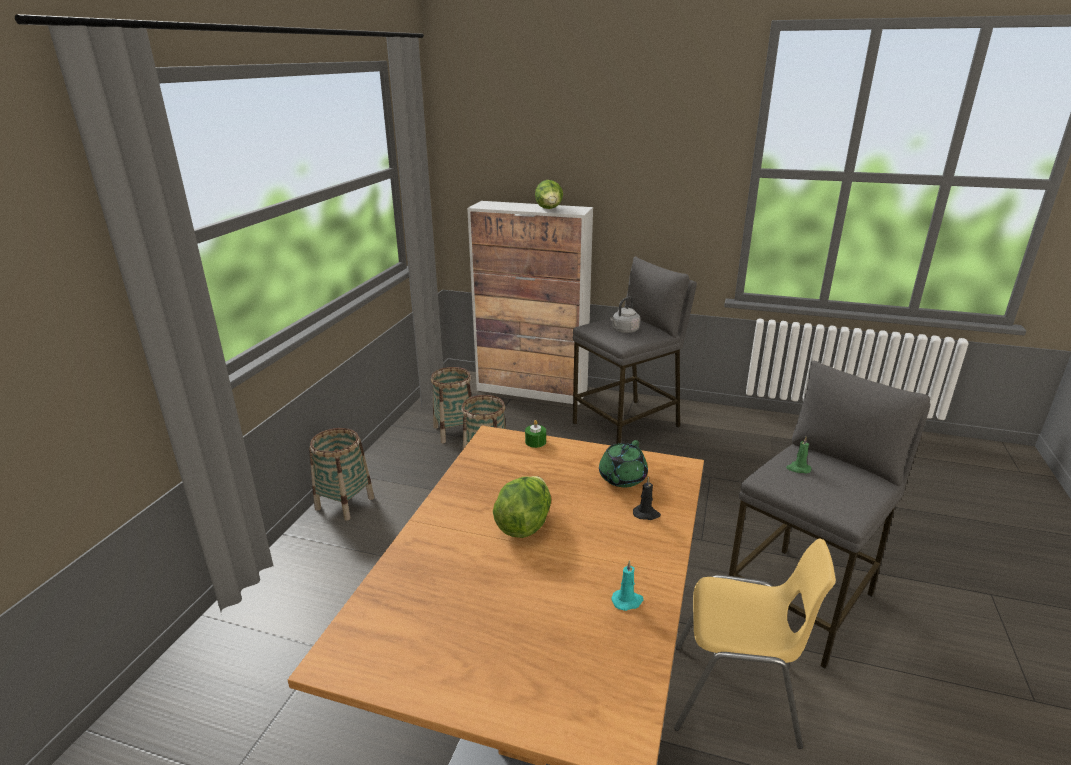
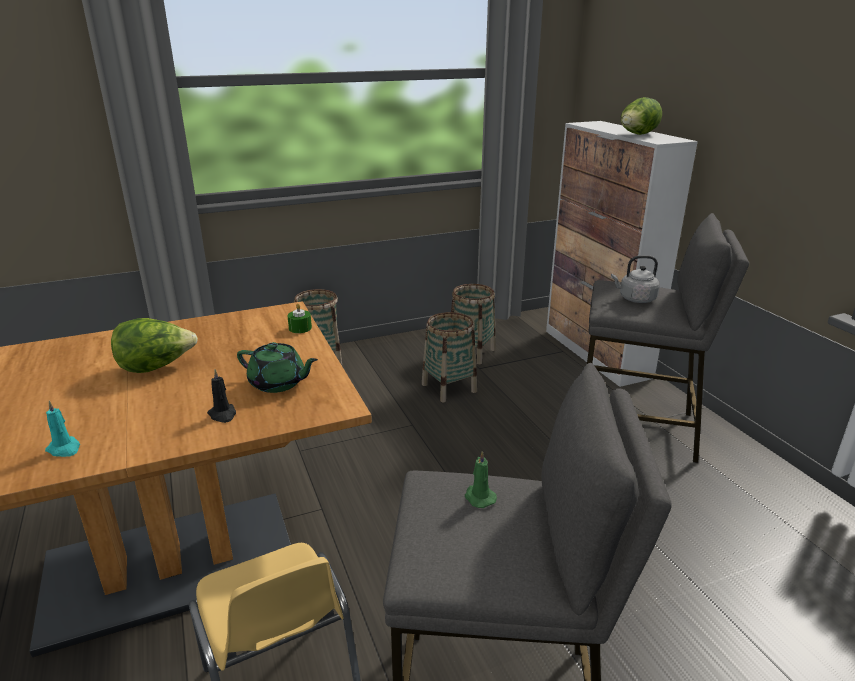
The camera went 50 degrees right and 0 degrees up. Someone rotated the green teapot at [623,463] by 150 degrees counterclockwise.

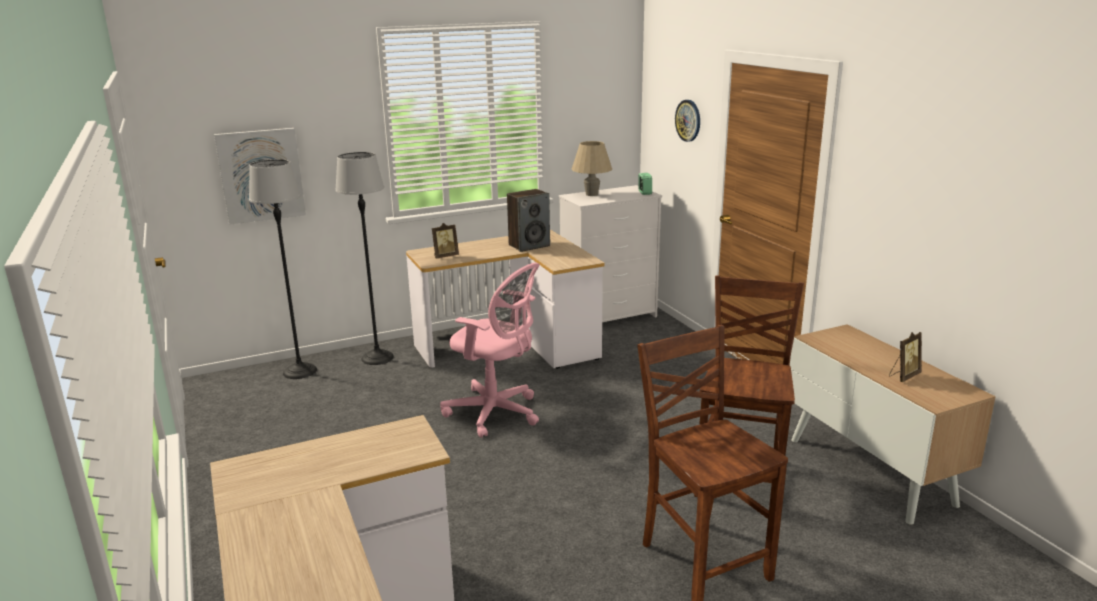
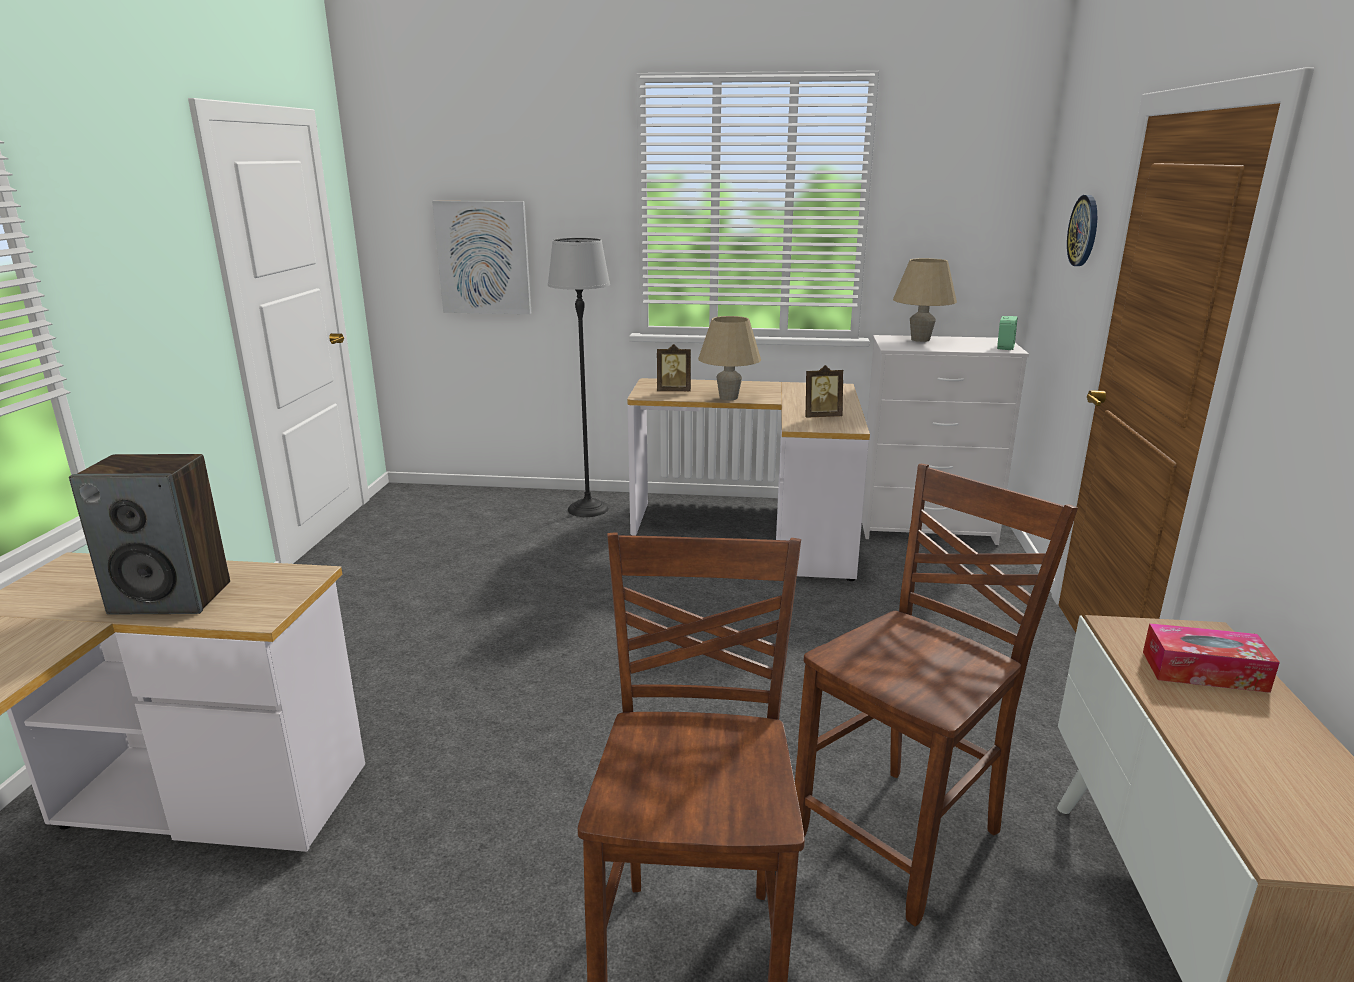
The camera went 30 degrees right and 0 degrees up. Someone took away the floor lamp at [283,269]. Someone took away the pink office chair at [490,350]. Someone carried the speaker from [528,220] to [149,534]. Someone carried the picture frame from [905,357] to [824,391]. Someone put down the beige table lamp at [729,358]. Someone put down the tissue box at [1211,658].

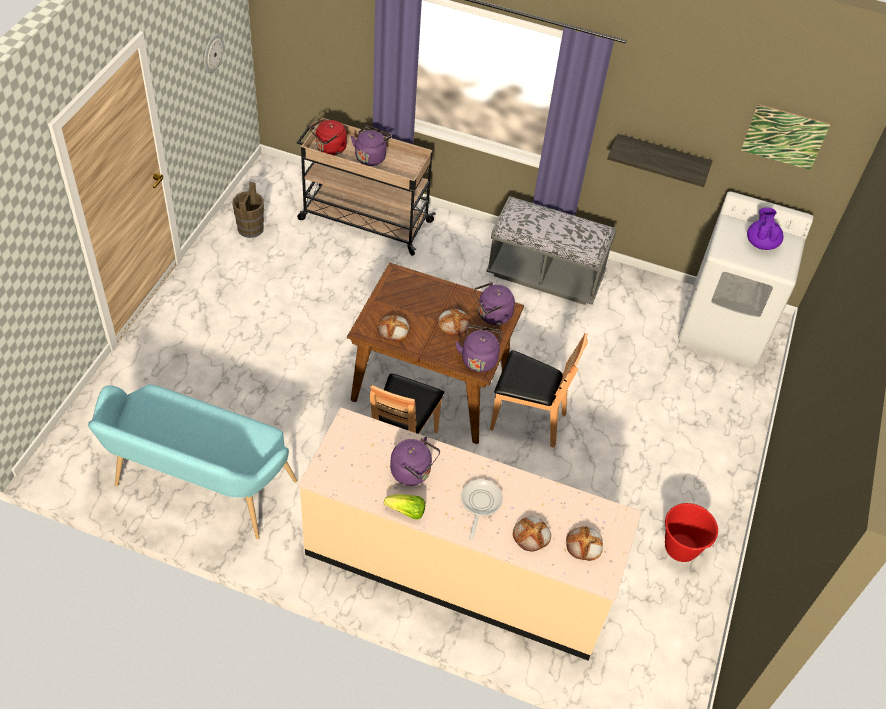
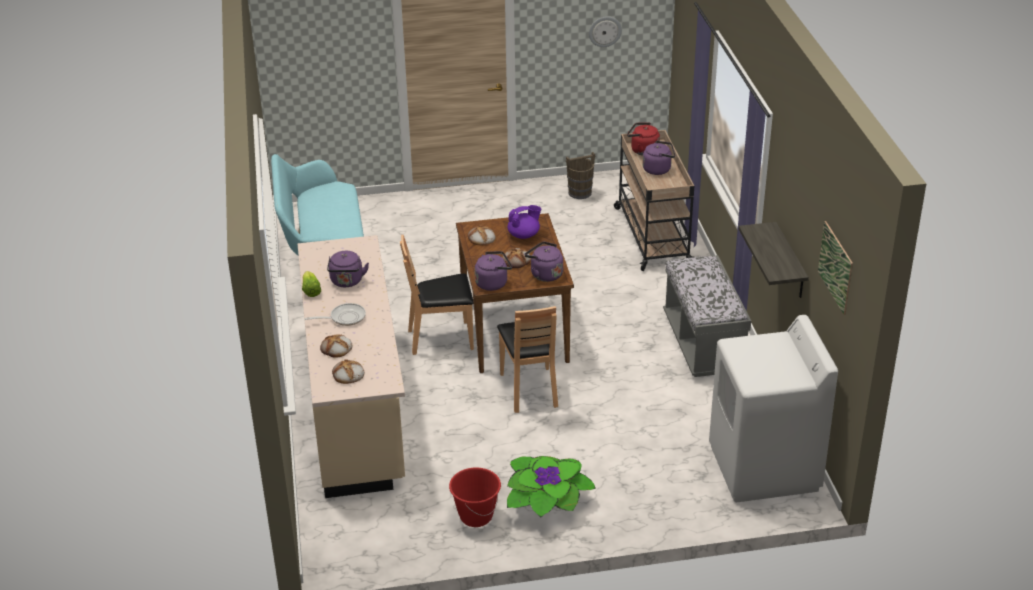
The camera went 65 degrees right and 15 degrees down. Someone carried the purple teapot from [765,229] to [524,222]. Someone put down the potted plant at [551,486].

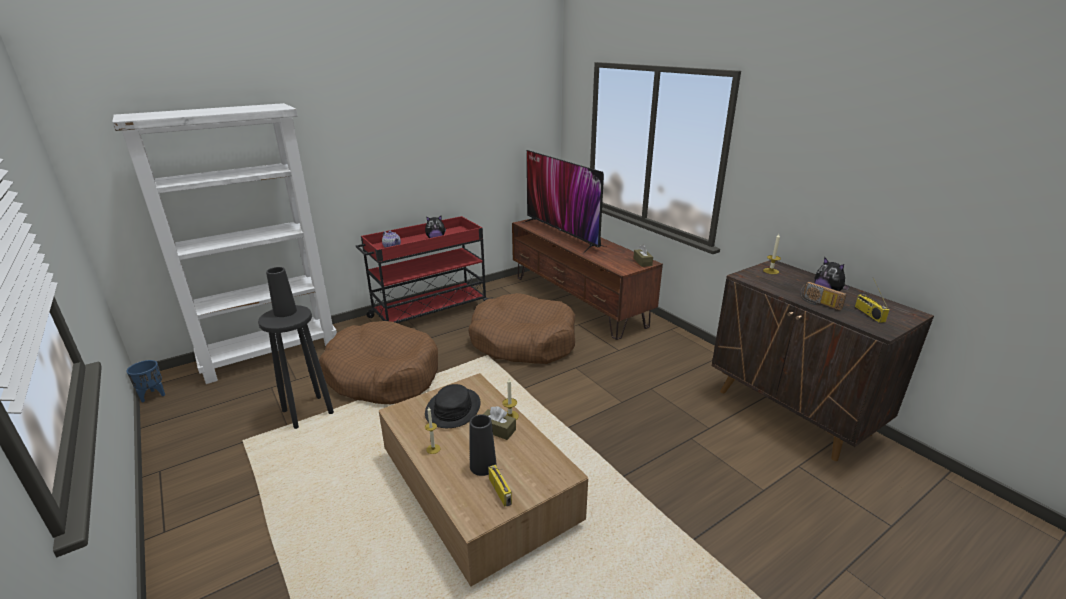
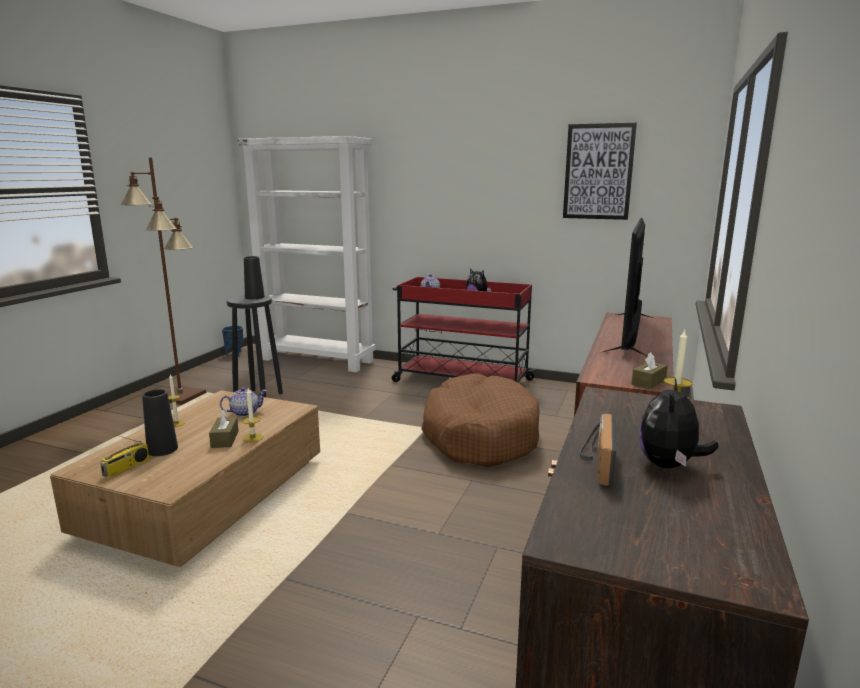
The camera went 55 degrees right and 10 degrees down. Someone took away the brown dog bed at [378,362]. Someone swapped the black hat at [452,406] for the teapot at [243,402]. Someone took away the radio at [872,300]. Someone put down the brown floor lamp at [163,281]. Someone put up the picture at [600,171].

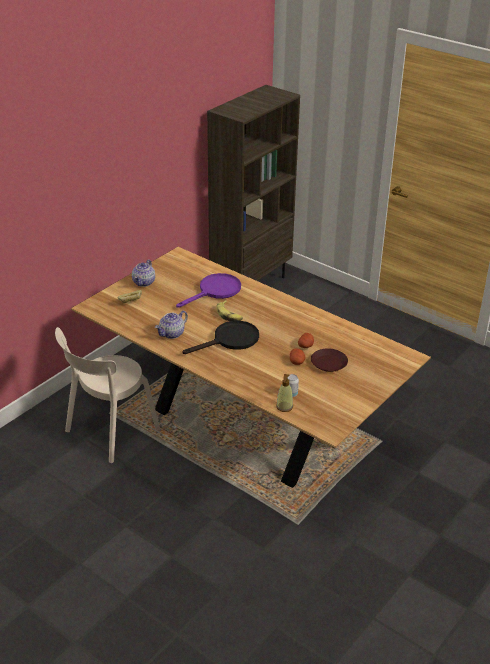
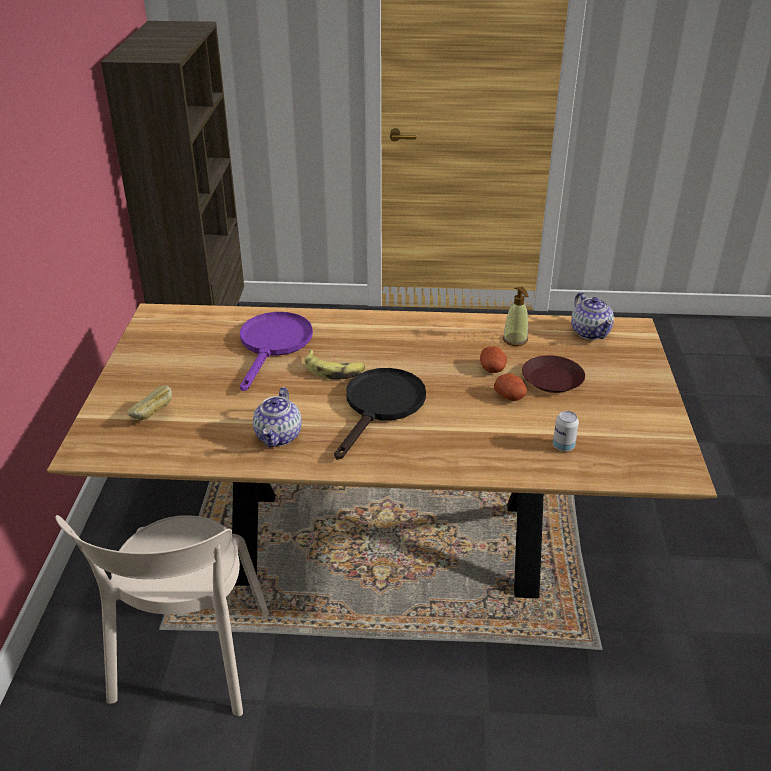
The camera went 35 degrees left and 0 degrees up. Someone carried the teapot from [143,273] to [592,316]. Someone carried the soap dispenser from [284,393] to [515,316].

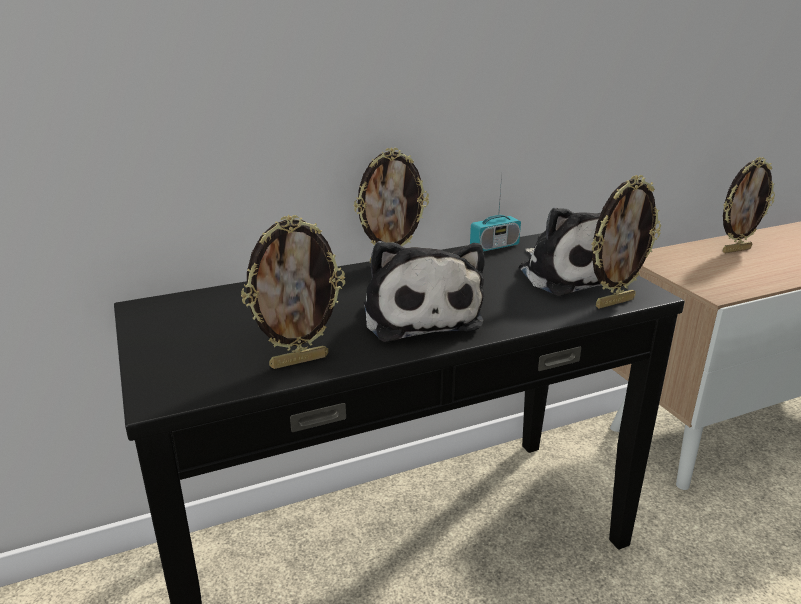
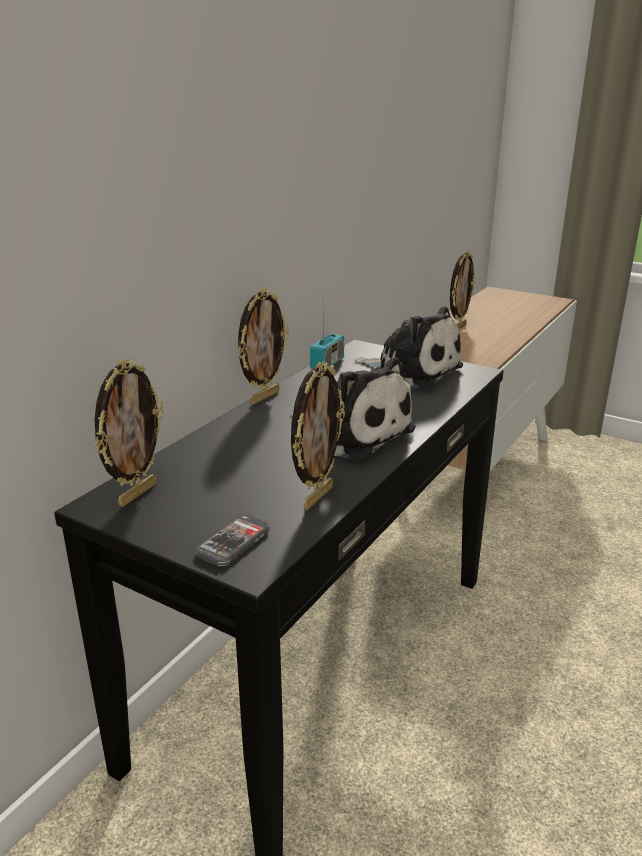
The camera went 35 degrees left and 0 degrees up. Someone carried the picture frame from [626,242] to [129,433]. Someone put down the phone at [232,540].

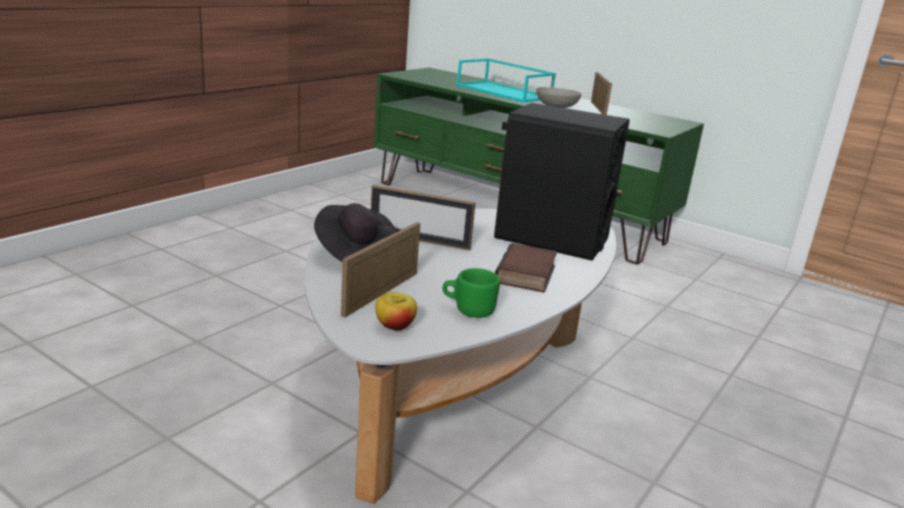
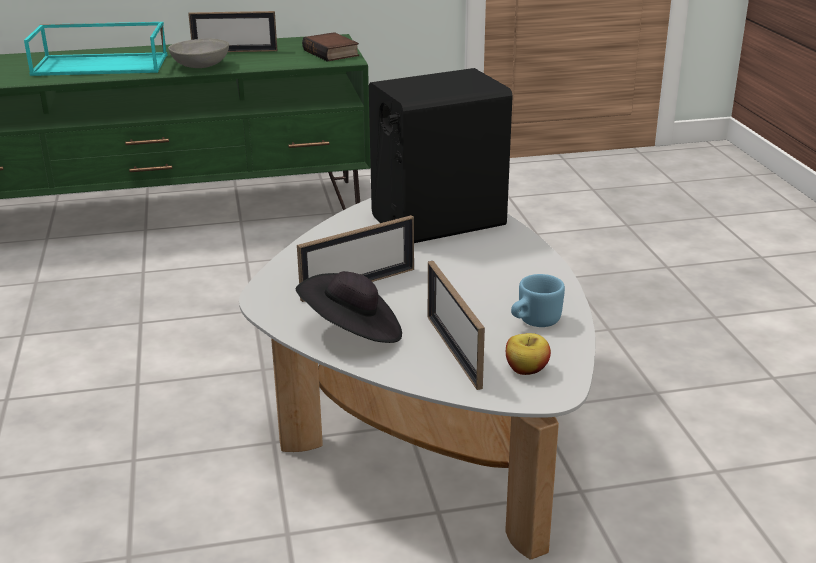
The camera went 45 degrees left and 5 degrees up. Someone repainted the green mug at [471,293], which became the blue mug at [538,300]. Someone carried the book from [526,268] to [330,46]. Someone rotated the picture frame at [601,93] by 135 degrees clockwise.

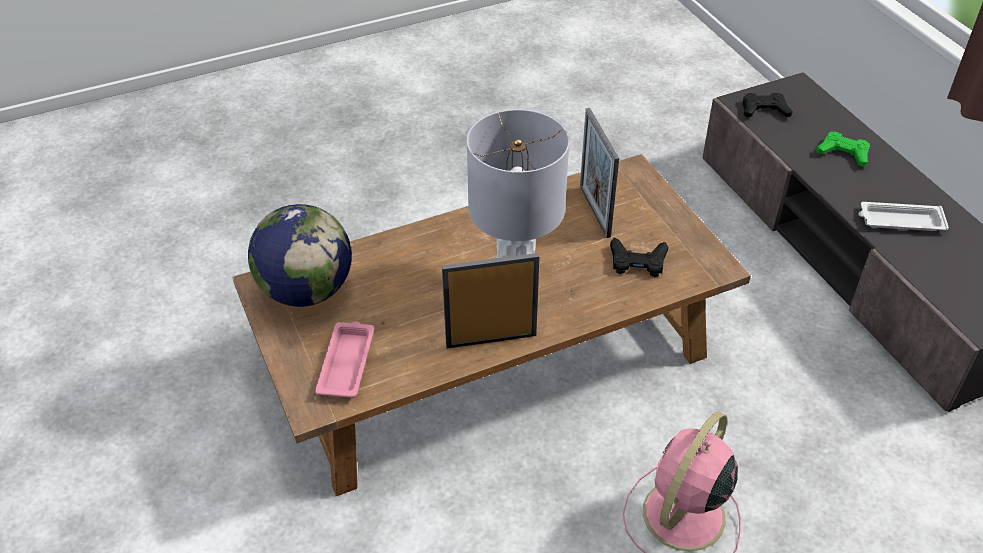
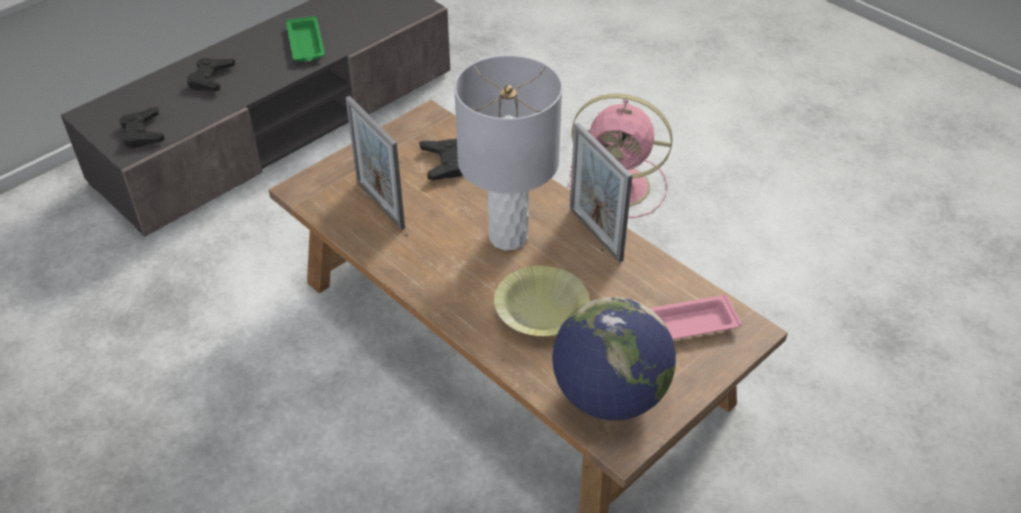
The camera went 110 degrees left and 0 degrees up. Someone rotated the picture frame at [599,173] by 90 degrees clockwise. Someone repainted the green game controller at [843,149], which became the black game controller at [210,74]. Someone repainted the white tray at [903,216], which became the green tray at [305,38]. Someone put down the yellow bowl at [542,301].

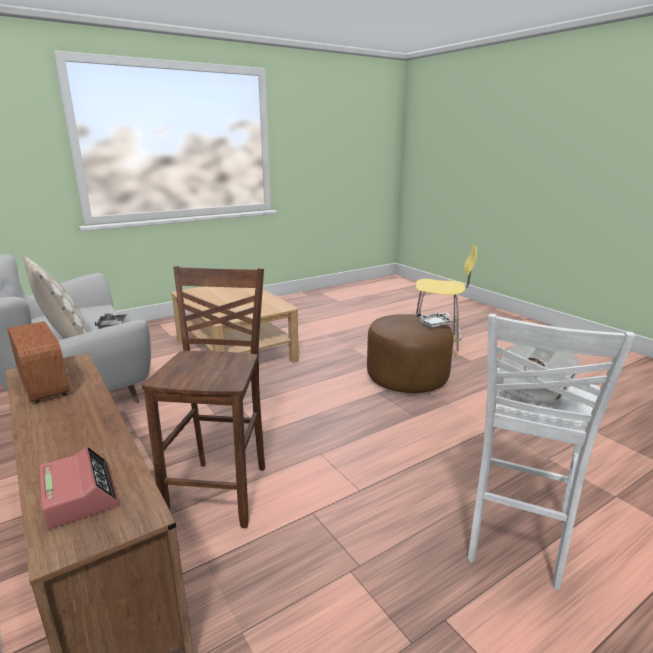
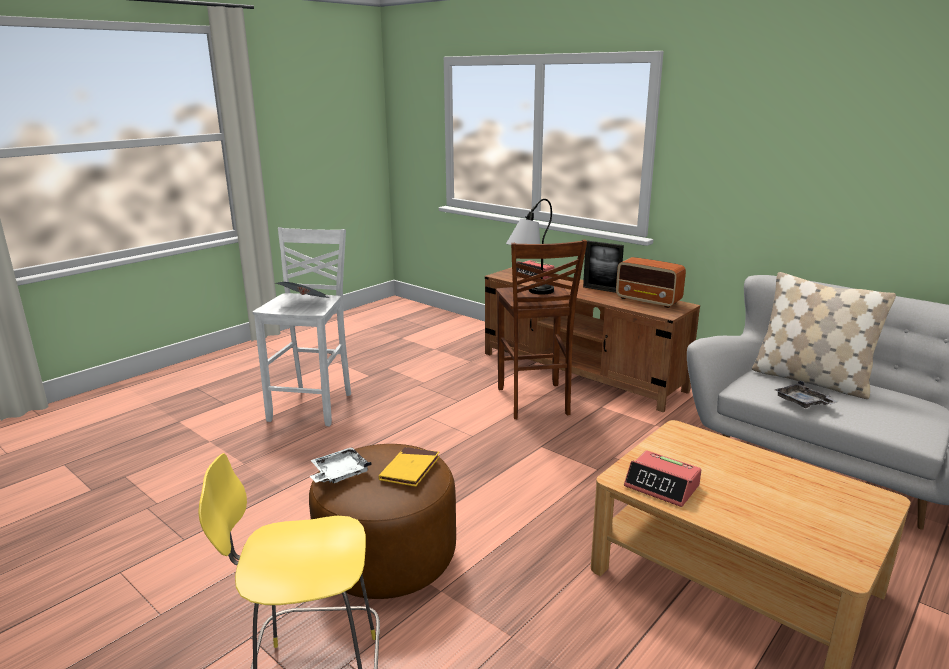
The camera went 165 degrees right and 0 degrees up. Someone put down the yellow book at [409,467]. Someone put down the table lamp at [530,247]. Someone put down the picture frame at [603,267]. Someone put down the alarm clock at [662,478].

